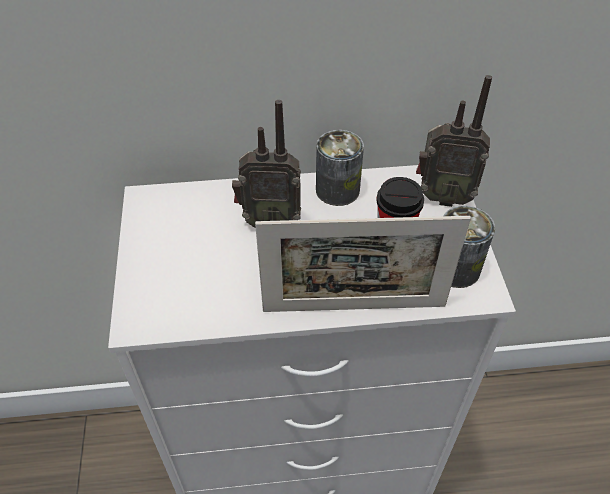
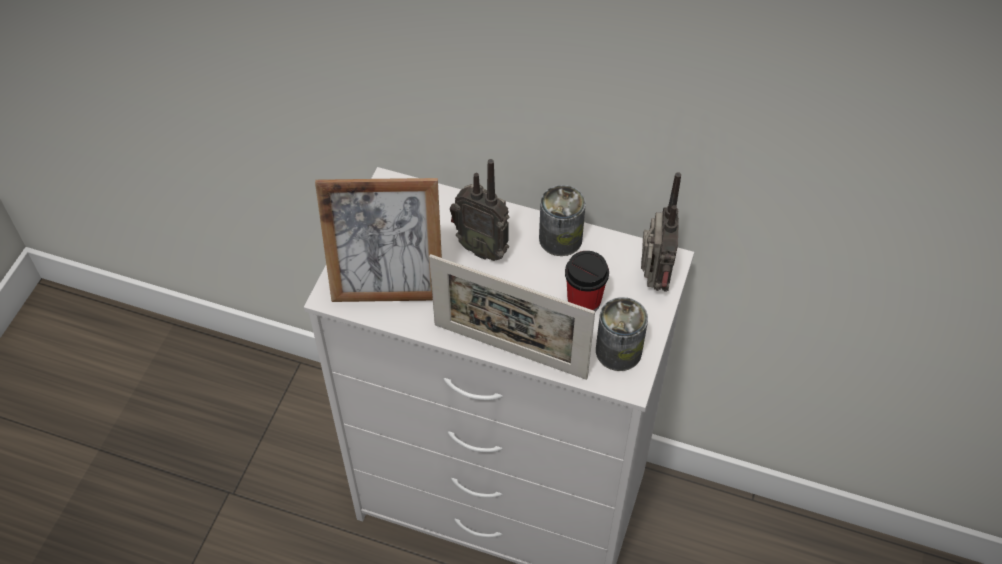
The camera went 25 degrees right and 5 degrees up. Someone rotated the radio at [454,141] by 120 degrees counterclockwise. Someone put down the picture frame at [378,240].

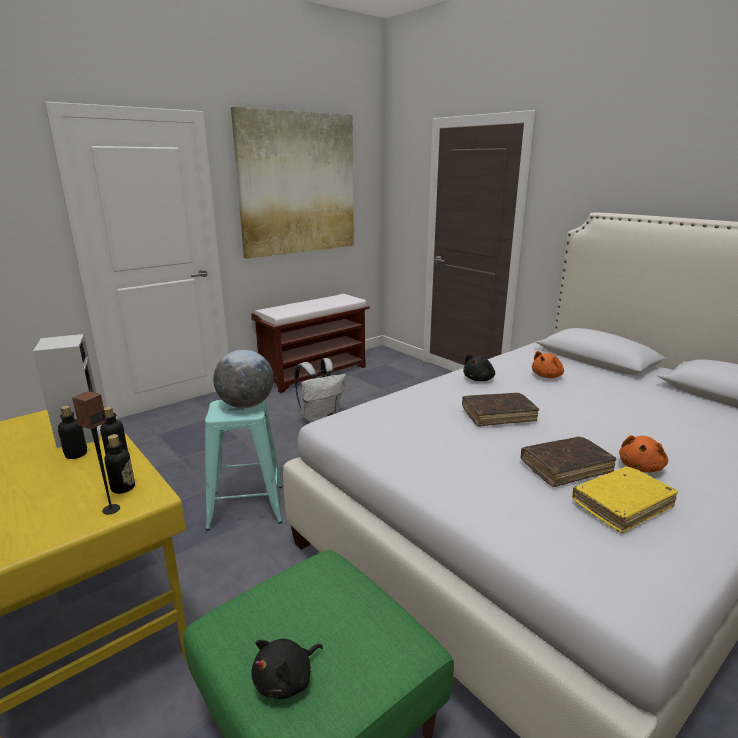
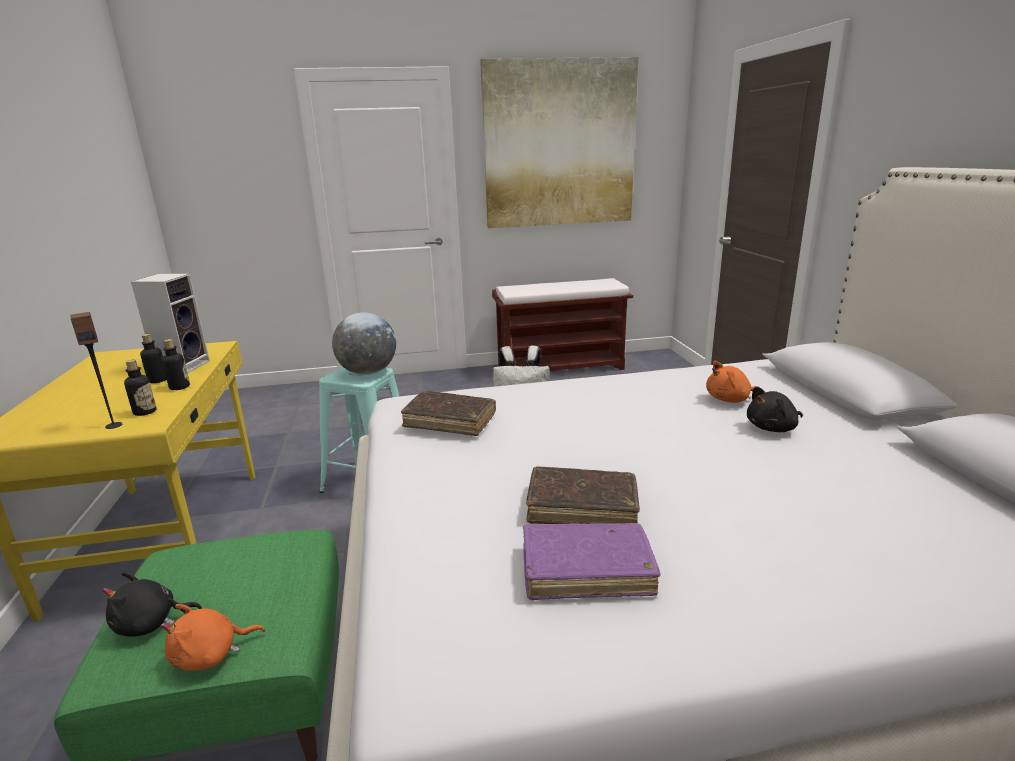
The camera went 30 degrees right and 0 degrees up. Someone carried the brown book from [500,410] to [448,413]. Someone carried the black plush toy from [479,367] to [775,409]. Someone repainted the yellow book at [625,500], which became the purple book at [592,561]. Someone carried the orange plush toy from [643,453] to [213,637].

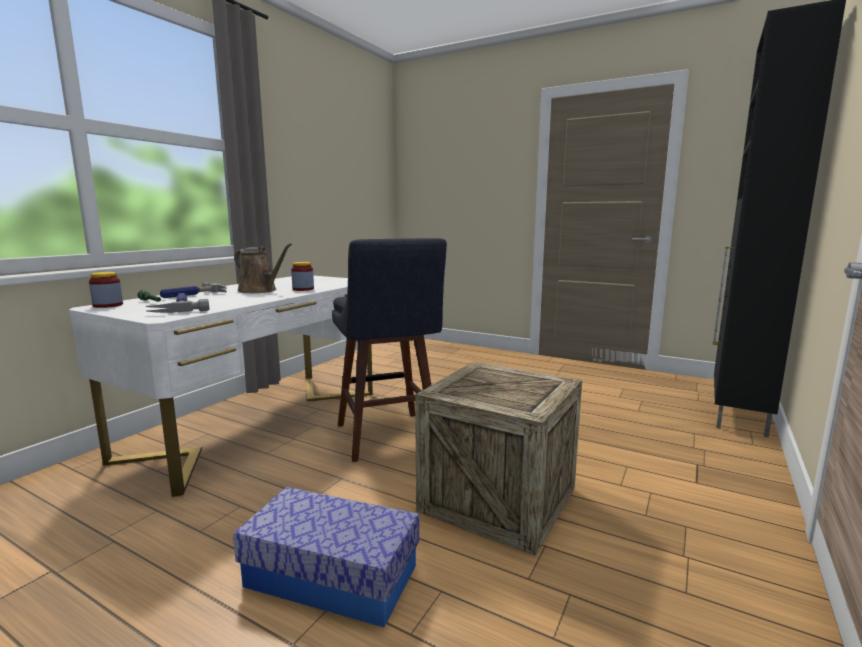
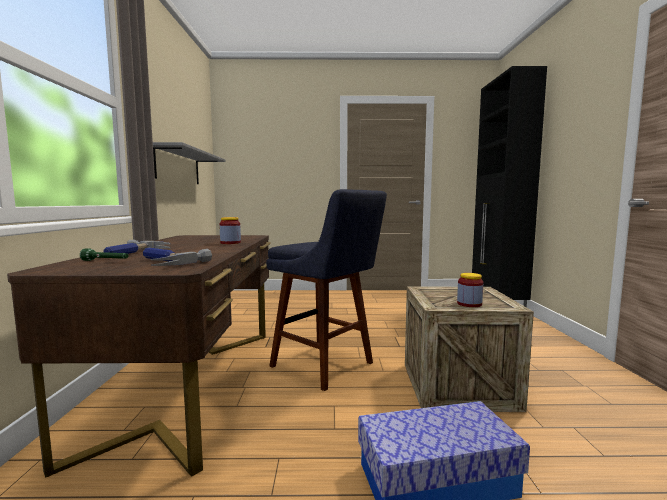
The camera went 30 degrees left and 5 degrees down. Someone repainted the white desk at [221,386], which became the brown desk at [139,356]. Someone carried the jar from [106,290] to [470,290]. Someone took away the brown watering can at [263,268]. Someone put up the grey shelf at [189,163].

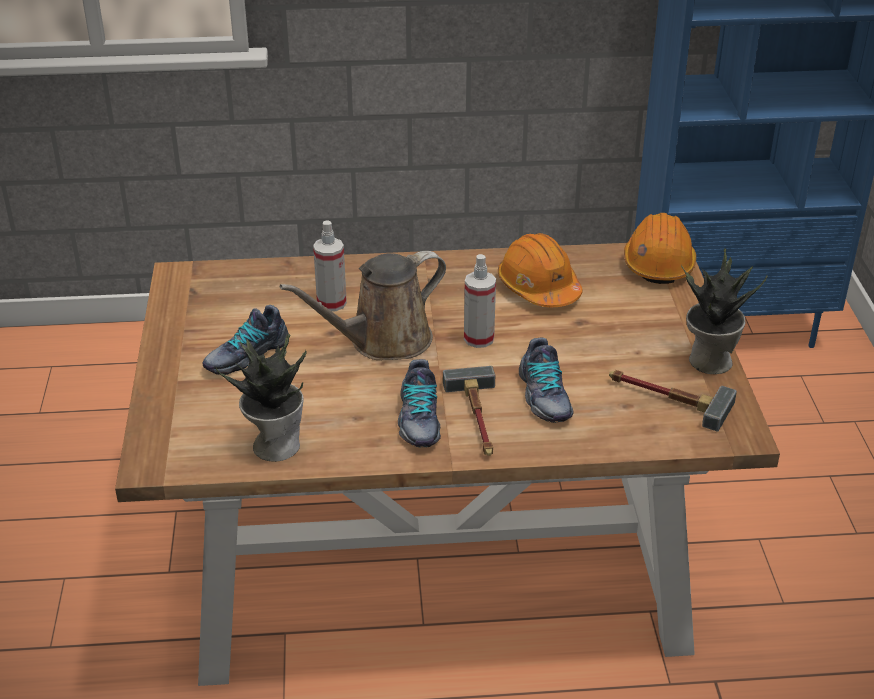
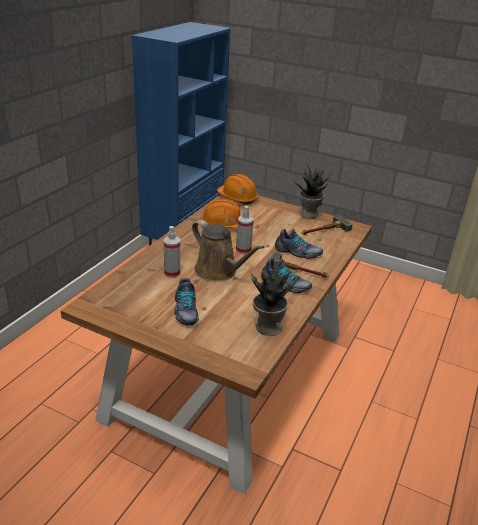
The camera went 60 degrees left and 5 degrees down. Someone rotated the brown watering can at [363,305] by 45 degrees counterclockwise.

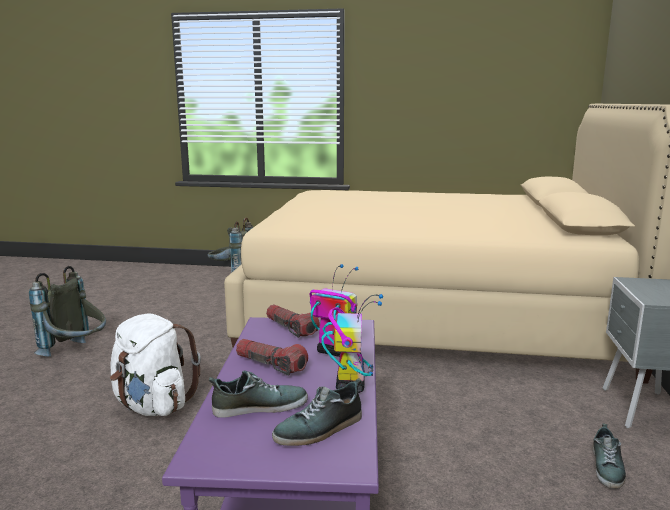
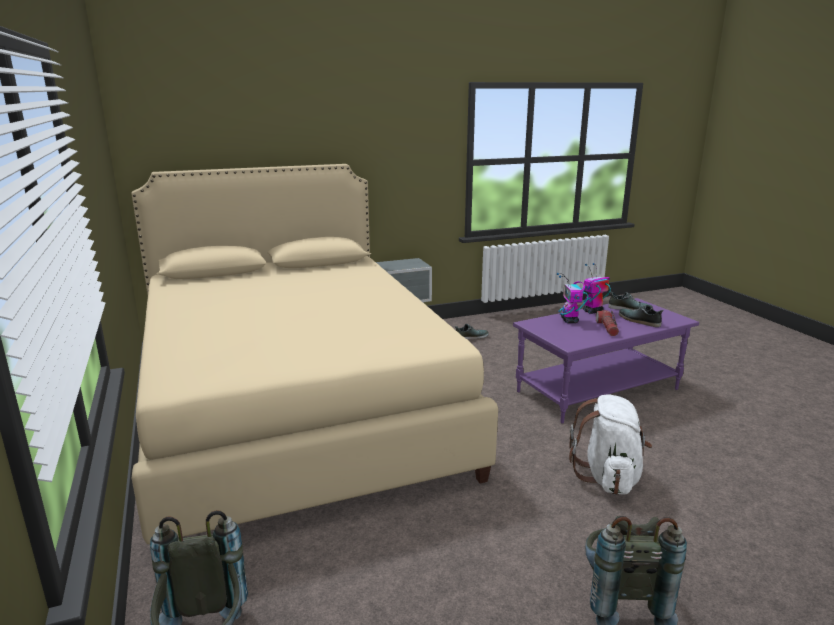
The camera went 120 degrees left and 5 degrees up. Someone took away the flashlight at [293,321].

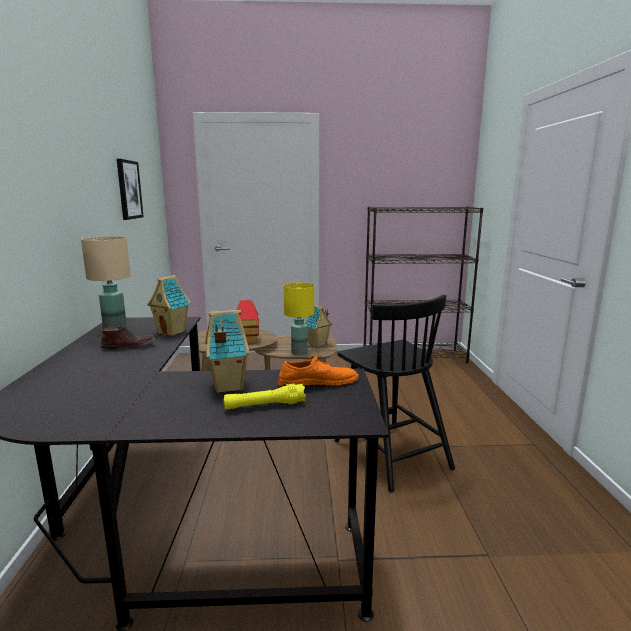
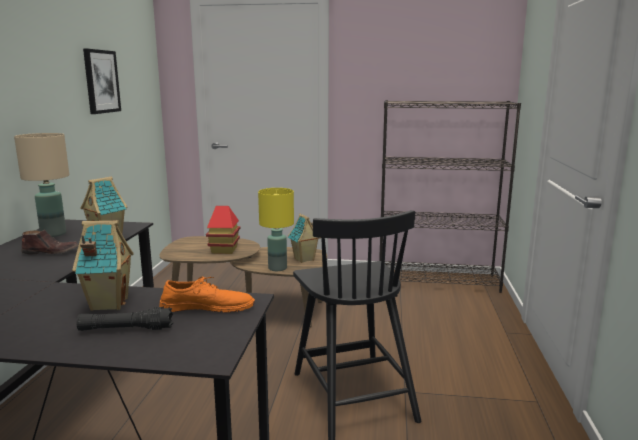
The camera went 10 degrees right and 0 degrees up. Someone repainted the yellow flashlight at [265,397], which became the black flashlight at [125,319].

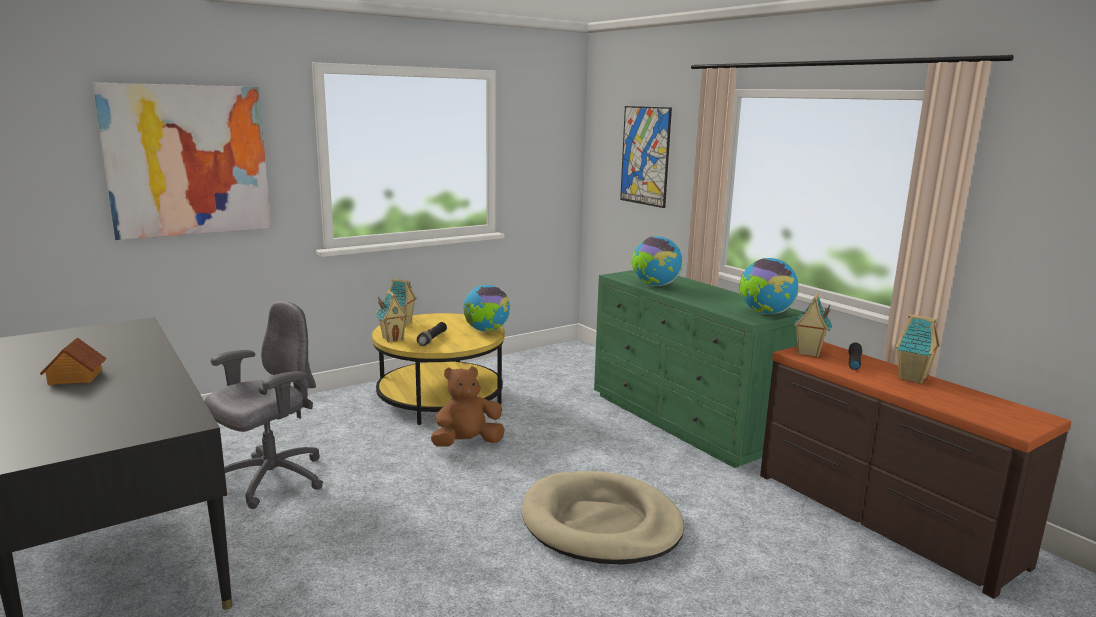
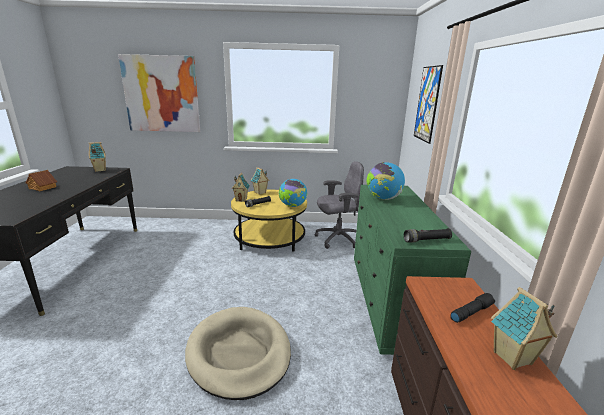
The camera went 35 degrees right and 5 degrees up. Someone carried the grey office chair from [263,405] to [339,205]. Someone took away the brown plush toy at [468,406]. Someone swapped the globe at [769,286] for the black flashlight at [428,235]. Someone carried the toy house from [812,325] to [97,157].

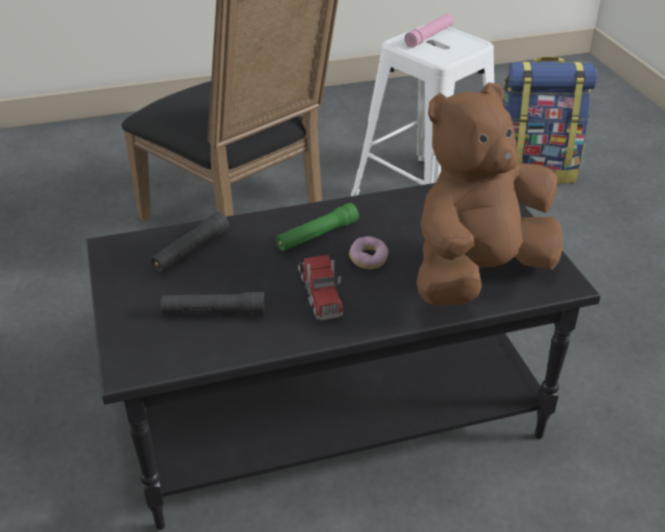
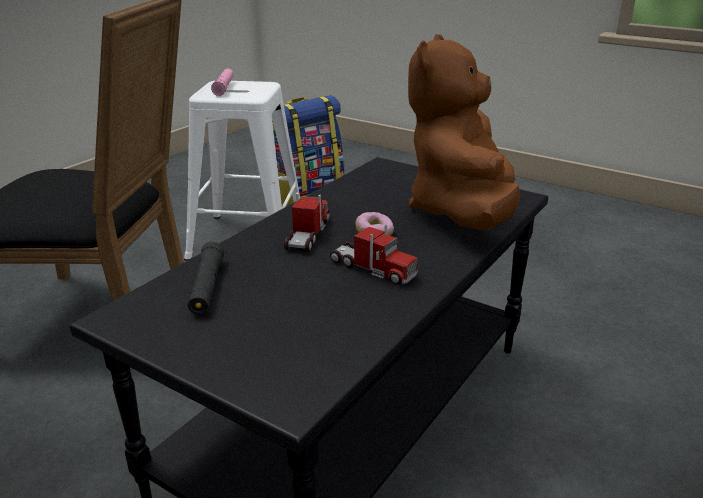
The camera went 40 degrees left and 10 degrees down. Someone took away the black flashlight at [213,303]. Someone swapped the green flashlight at [317,227] for the toy truck at [307,222].

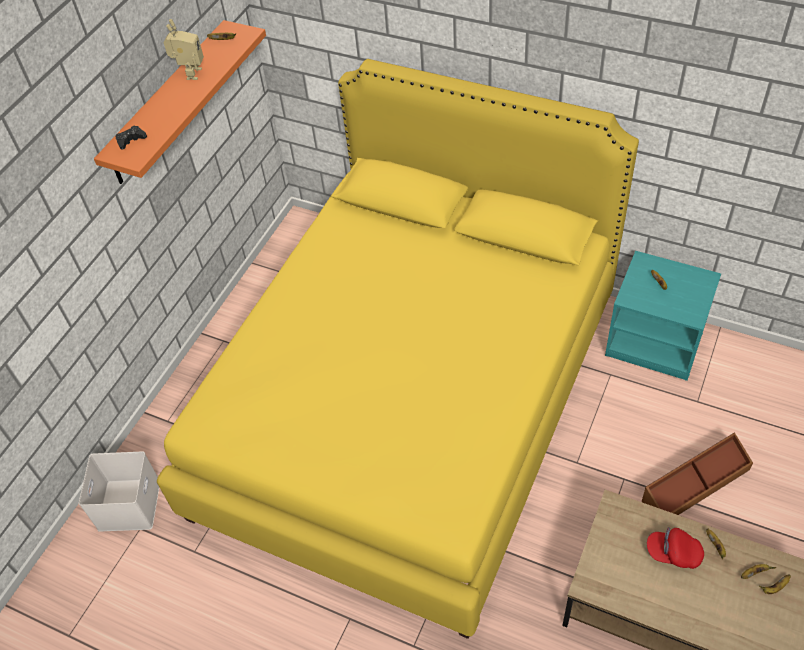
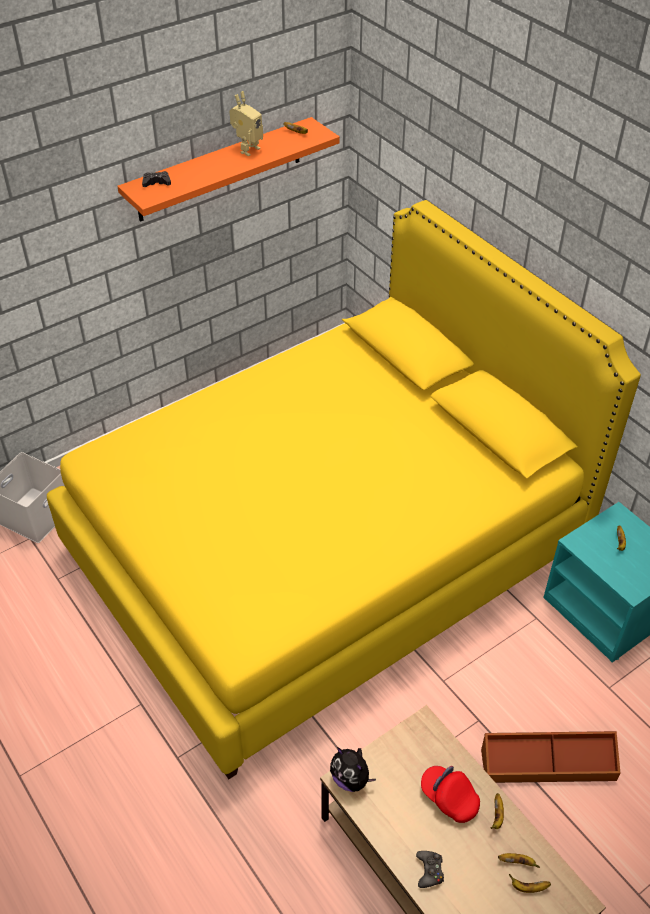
The camera went 25 degrees right and 5 degrees down. Someone put down the plush toy at [353,769]. Someone put down the black game controller at [430,869].

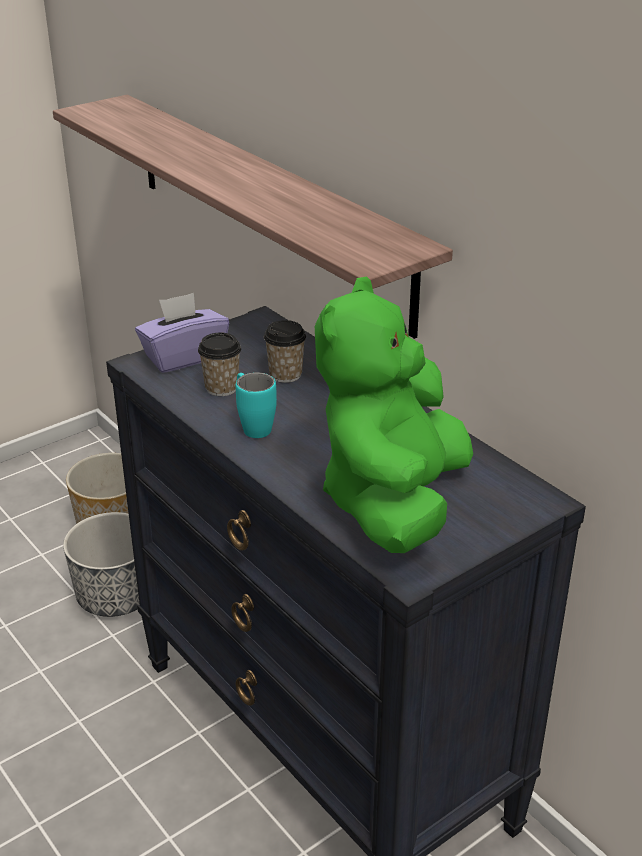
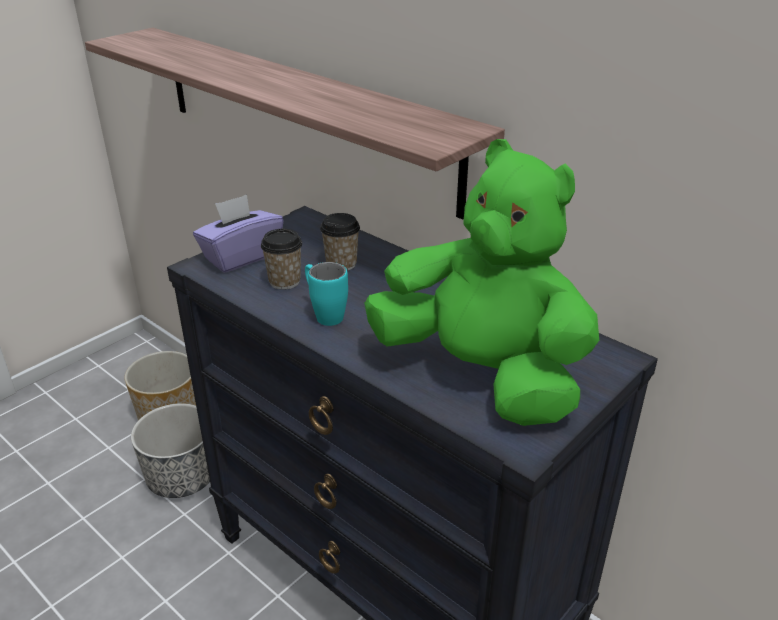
The camera went 10 degrees left and 0 degrees up. Someone rotated the green plush toy at [394,414] by 120 degrees clockwise.

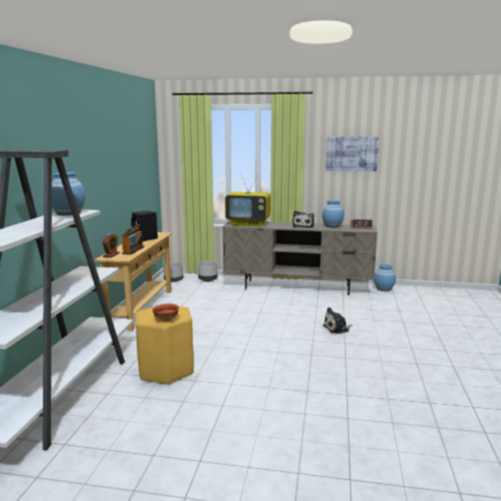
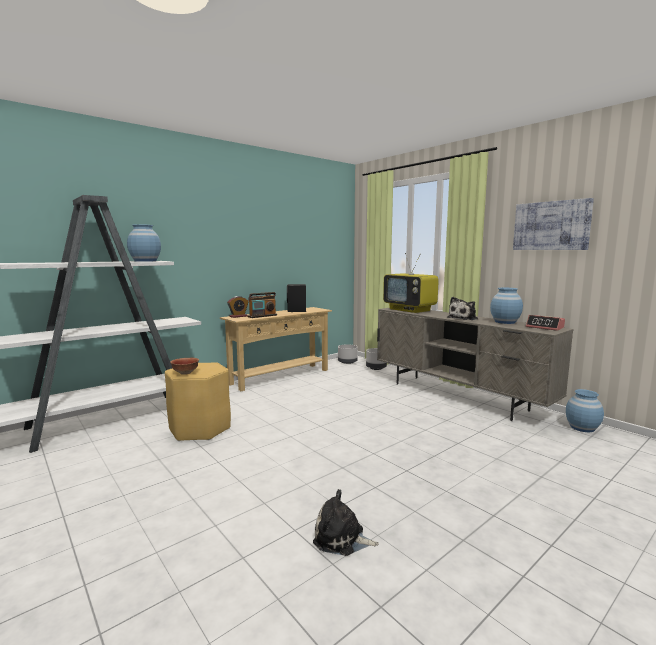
The camera went 40 degrees right and 5 degrees down. Someone carried the plush toy from [337,320] to [346,522].

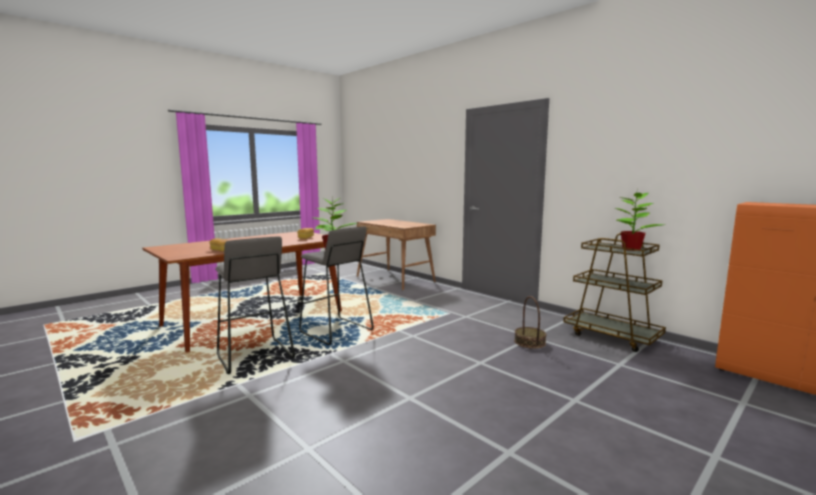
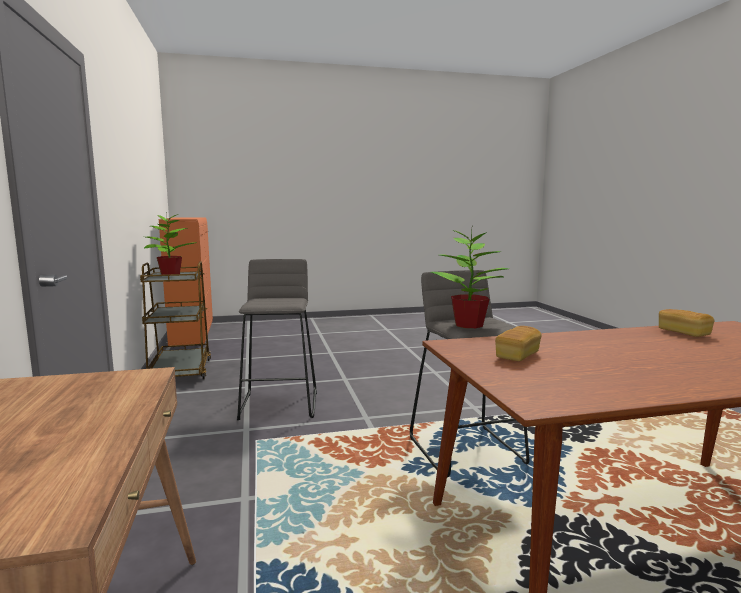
The camera went 150 degrees left and 0 degrees up. Someone carried the grey stool from [255,305] to [277,339]. Someone took away the basket at [530,322].

